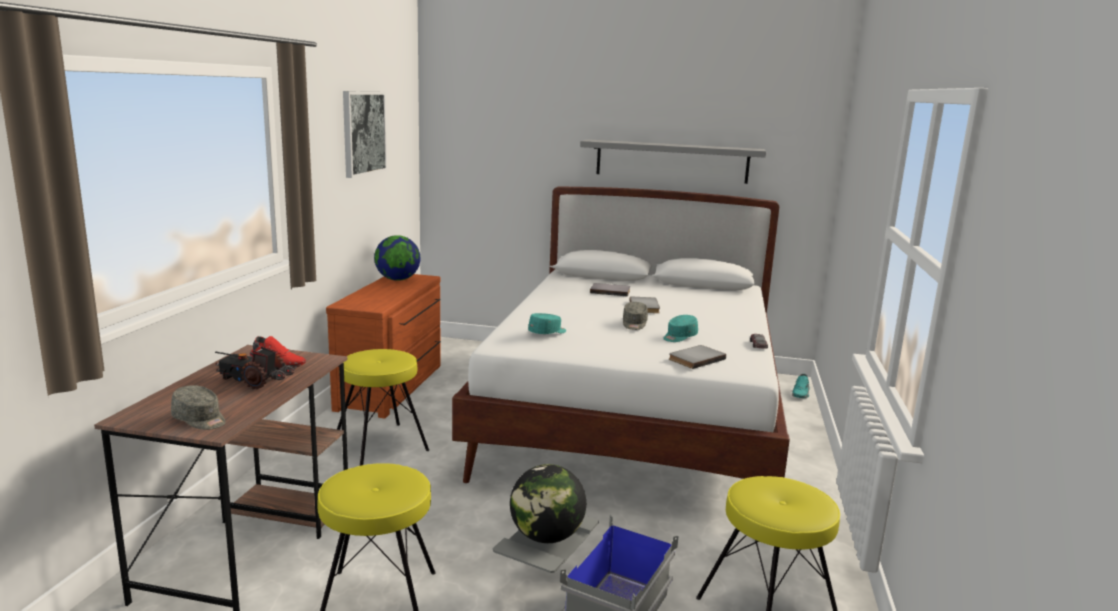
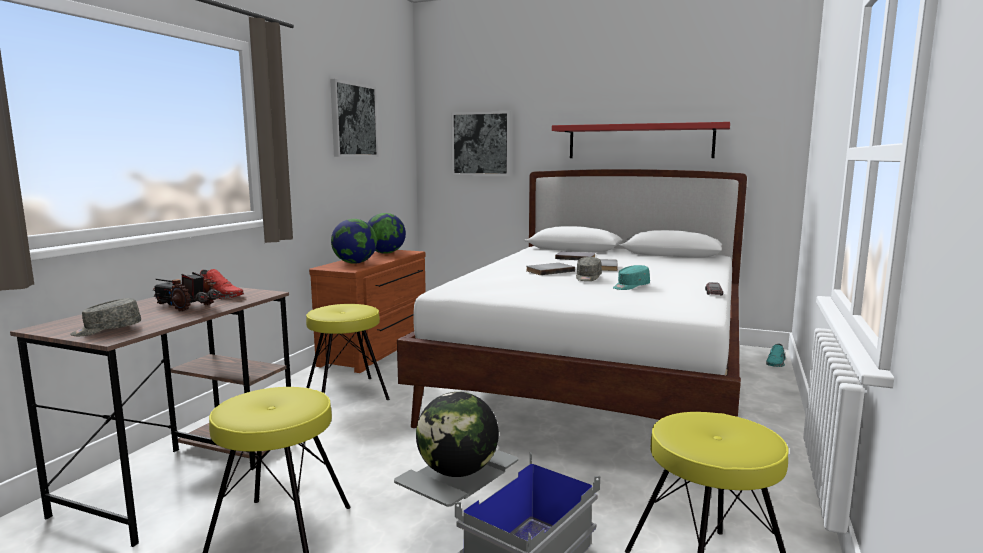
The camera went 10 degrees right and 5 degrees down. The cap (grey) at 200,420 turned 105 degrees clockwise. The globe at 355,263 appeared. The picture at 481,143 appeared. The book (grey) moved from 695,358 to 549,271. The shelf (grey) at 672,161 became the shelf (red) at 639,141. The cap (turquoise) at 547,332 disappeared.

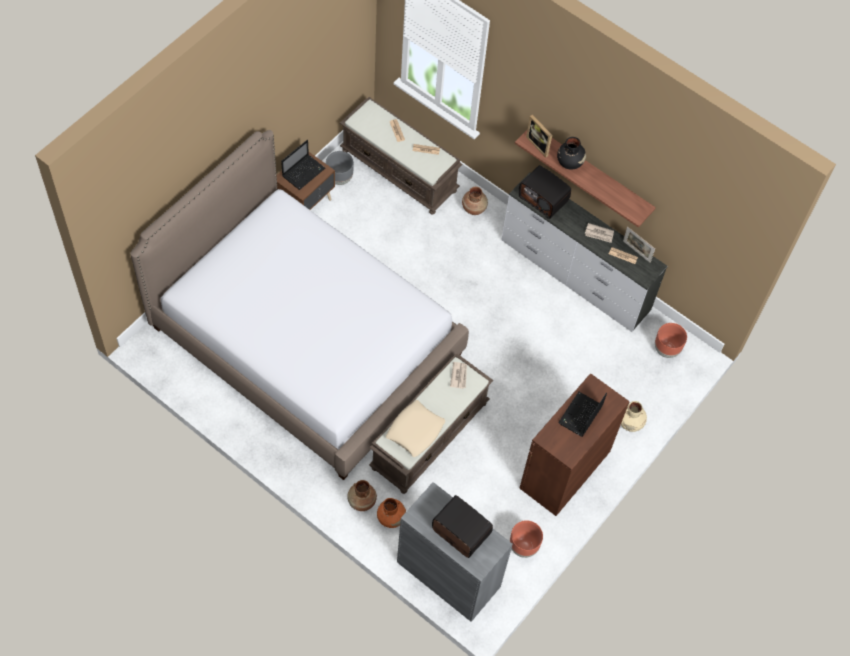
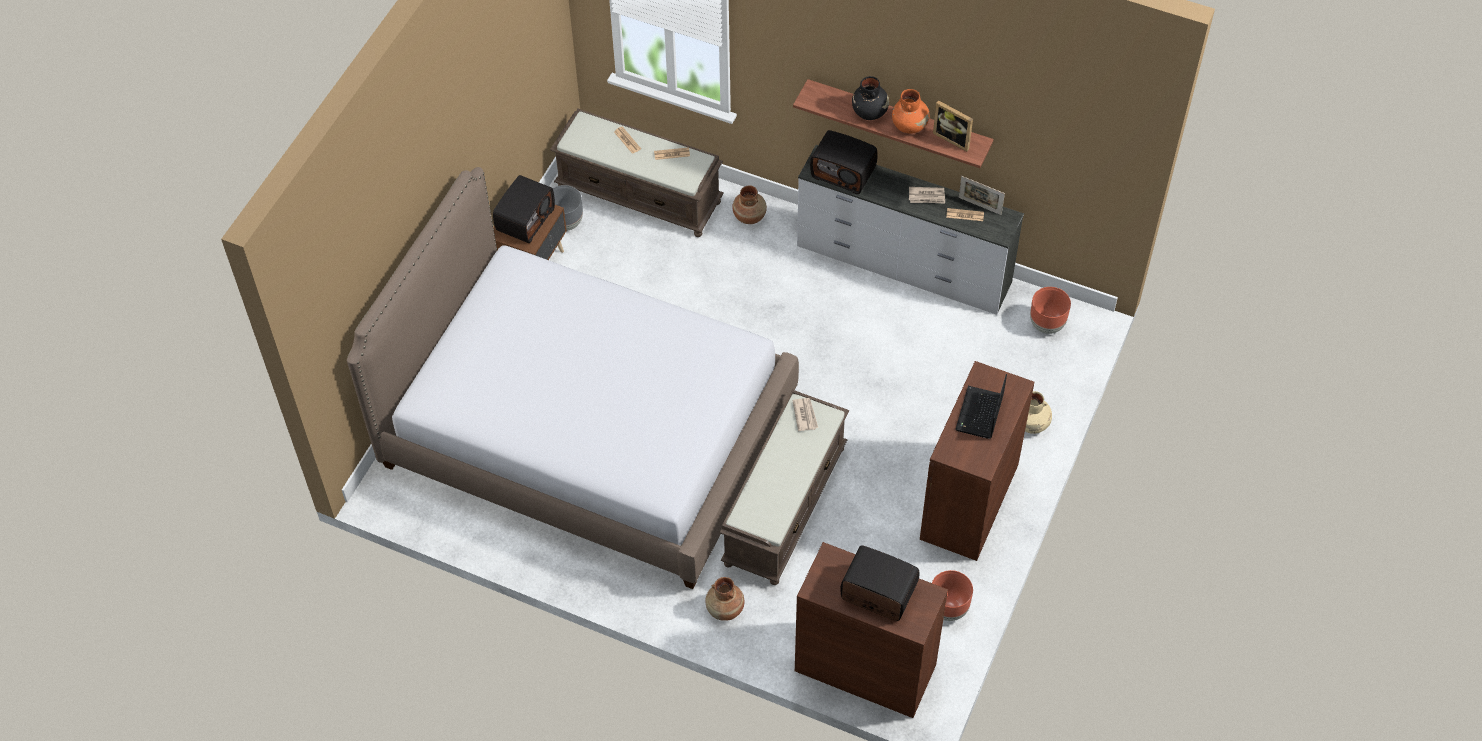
The camera went 10 degrees left and 5 degrees down. The laptop at 304,172 was replaced by the radio at 524,219. The cabinet (grey) at 448,574 became the cabinet (brown) at 865,668. The vase (orange) moved from 391,517 to 910,125. The picture frame moved from 539,144 to 953,138. The pillow (beige) at 415,430 disappeared.

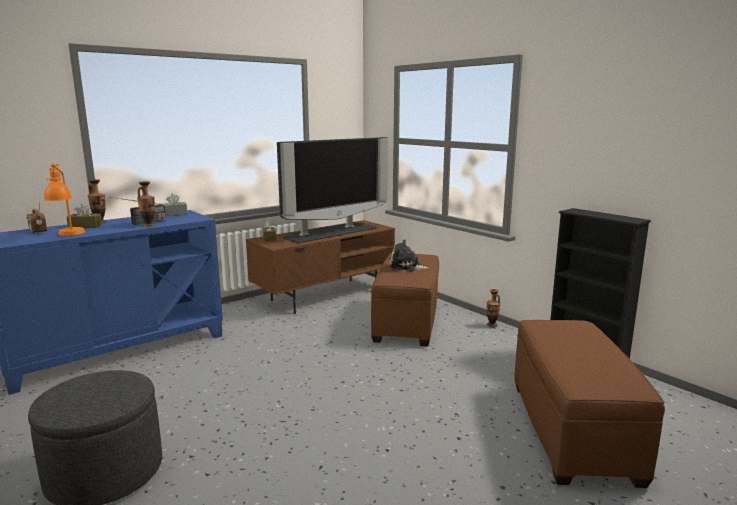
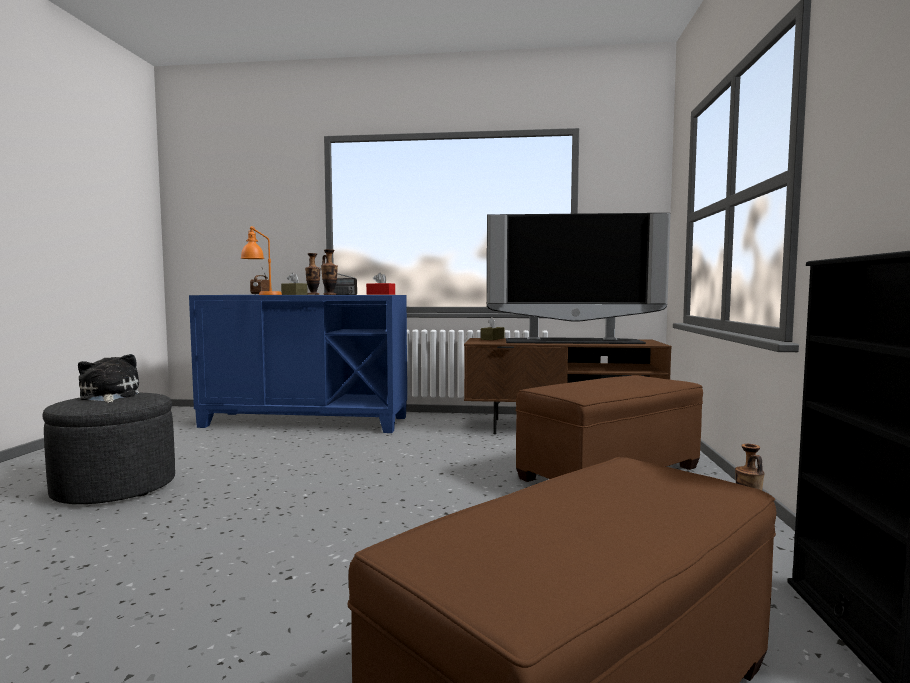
The camera went 45 degrees right and 10 degrees down. The plush toy moved from 406,267 to 109,396. The tissue box (grey) at 174,214 became the tissue box (red) at 380,294.

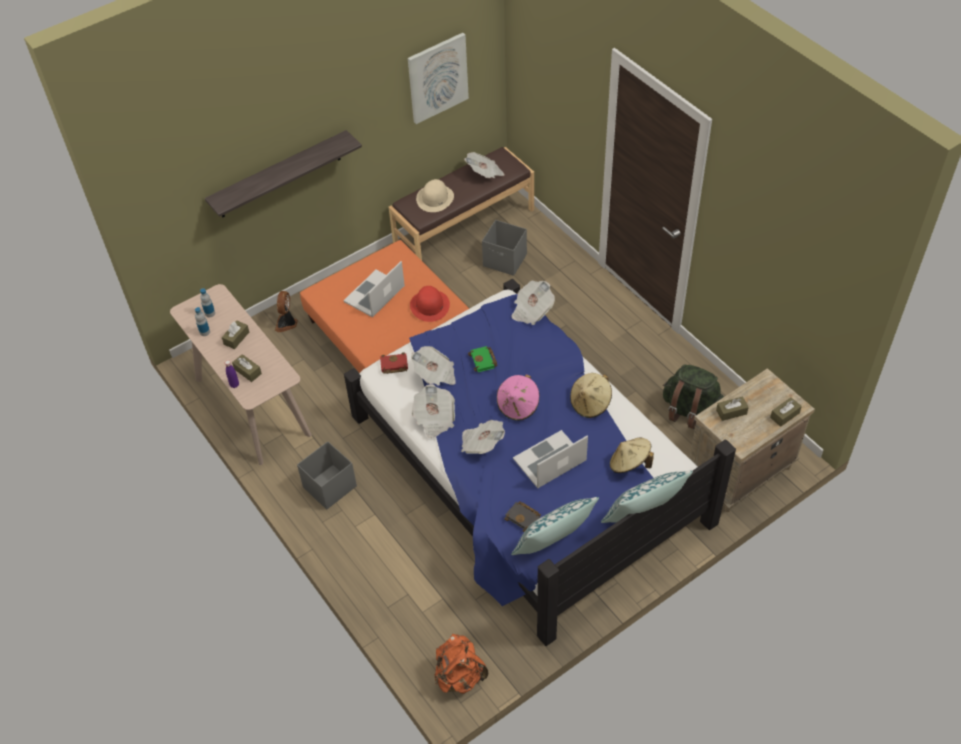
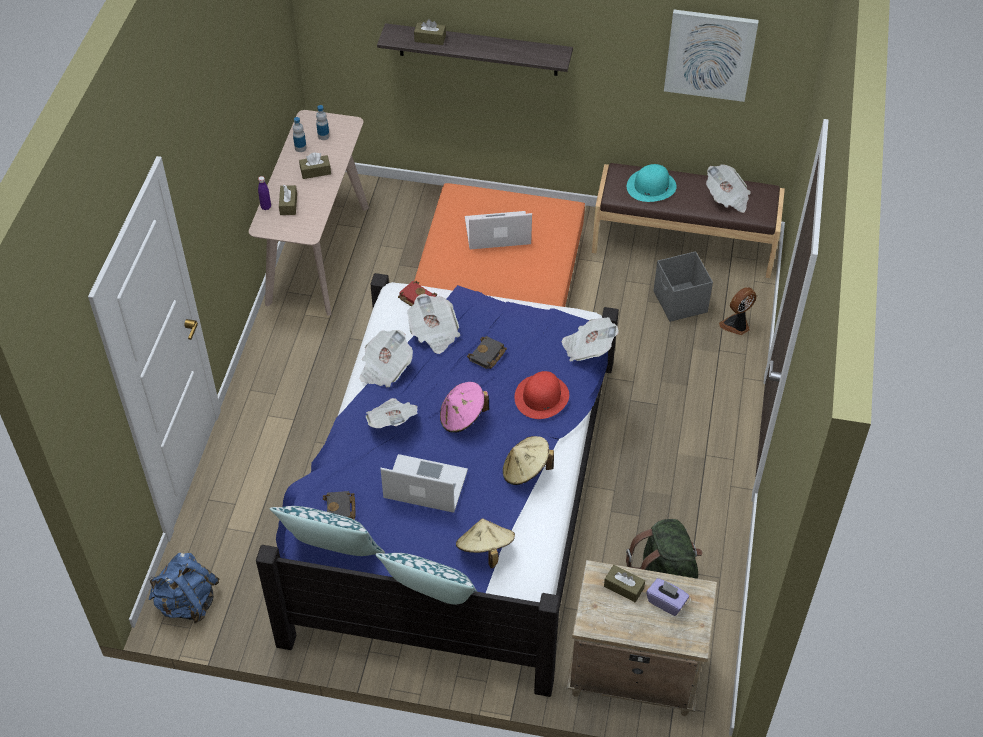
The camera went 45 degrees right and 0 degrees up. The backpack (orange) at 459,675 became the backpack (blue) at 187,602. The tissue box (brown) moved from 784,415 to 430,38. The book (green) at 484,361 became the book (black) at 487,356. The hat (red) moved from 430,305 to 541,397. The hat (beige) at 435,198 became the hat (turquoise) at 651,186. The tissue box (purple) at 666,602 appeared. The fan moved from 287,323 to 736,325. The storage box (grey) at 329,487 disappeared.

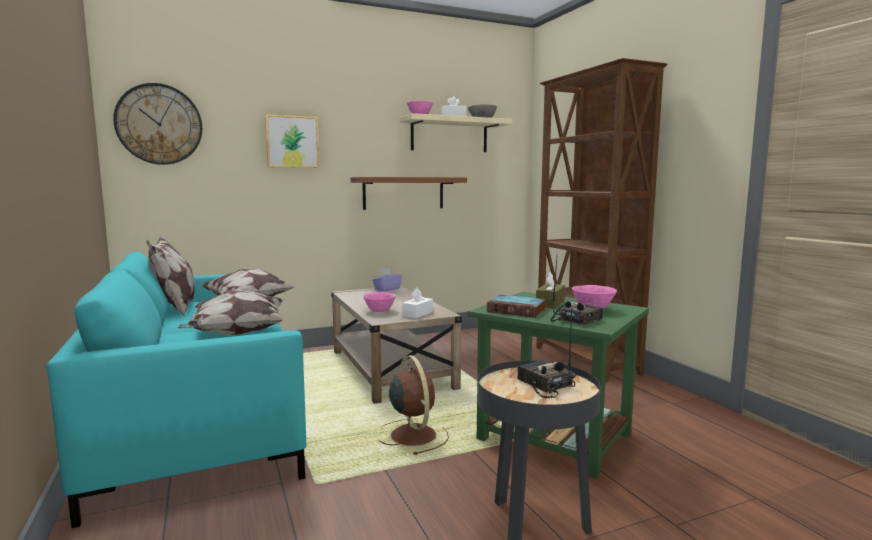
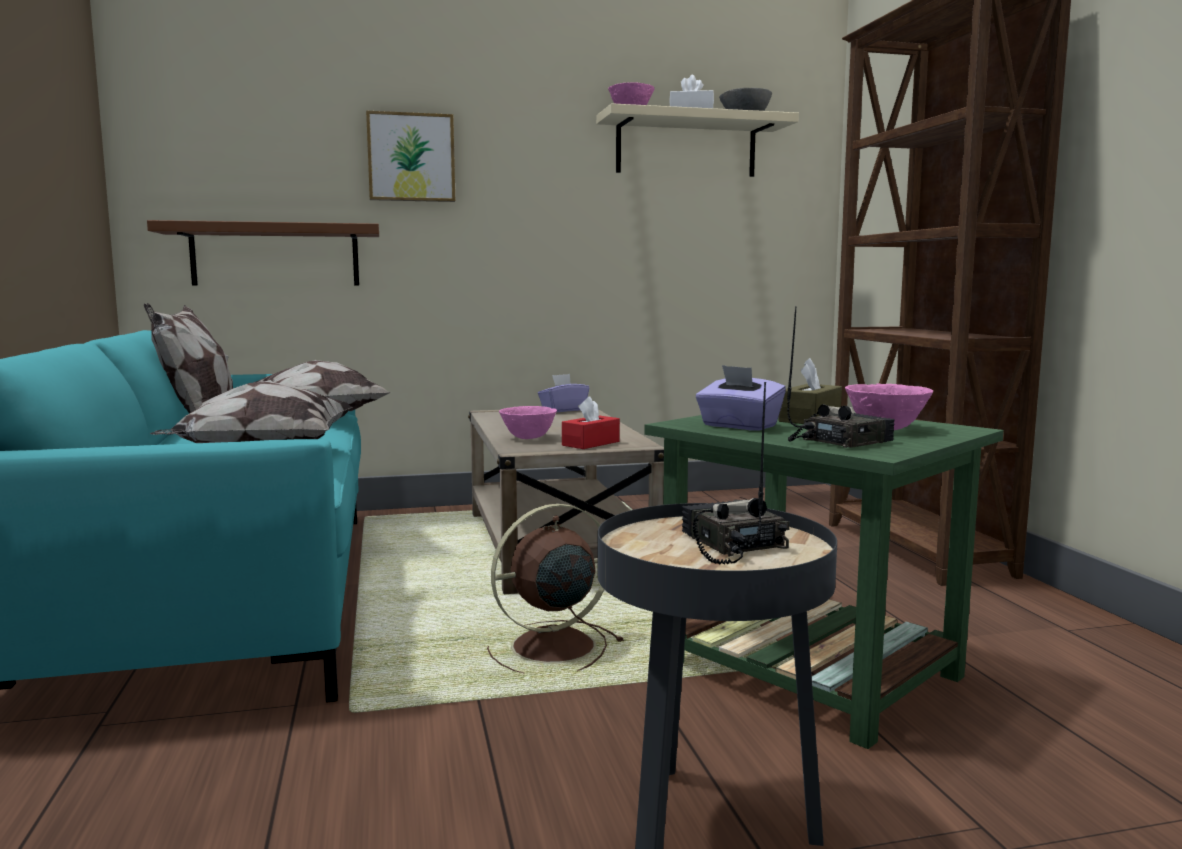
The camera went 10 degrees right and 0 degrees up. The shelf (brown) moved from 403,193 to 275,255. The fan (brown) at 412,435 turned 105 degrees counterclockwise. The tissue box (white) at 417,314 became the tissue box (red) at 591,443. The book at 518,310 was replaced by the tissue box (purple) at 738,426. The wall clock at 159,124 disappeared.

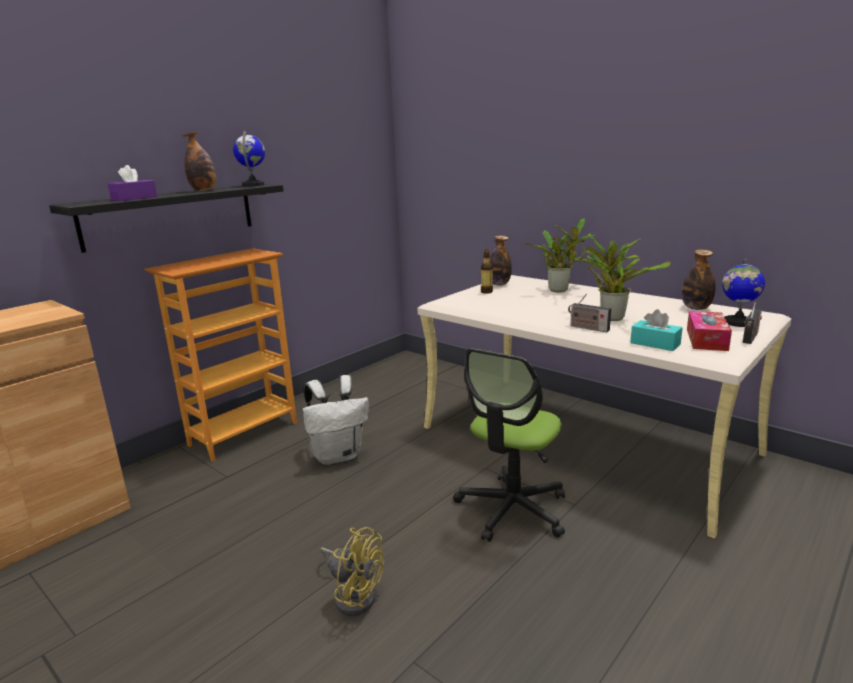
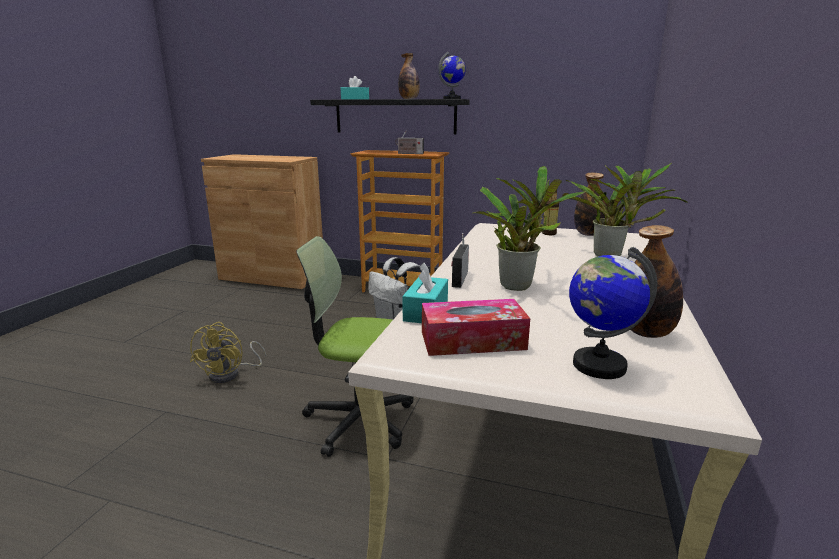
The camera went 65 degrees right and 0 degrees up. The tissue box (purple) at 134,198 became the tissue box (turquoise) at 355,99. The radio moved from 750,338 to 409,153.

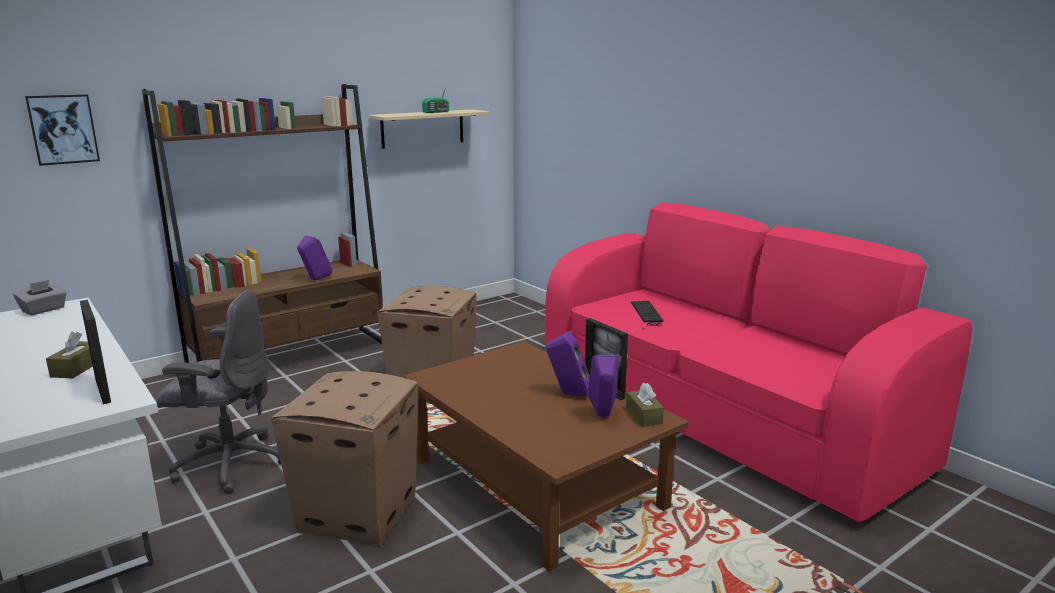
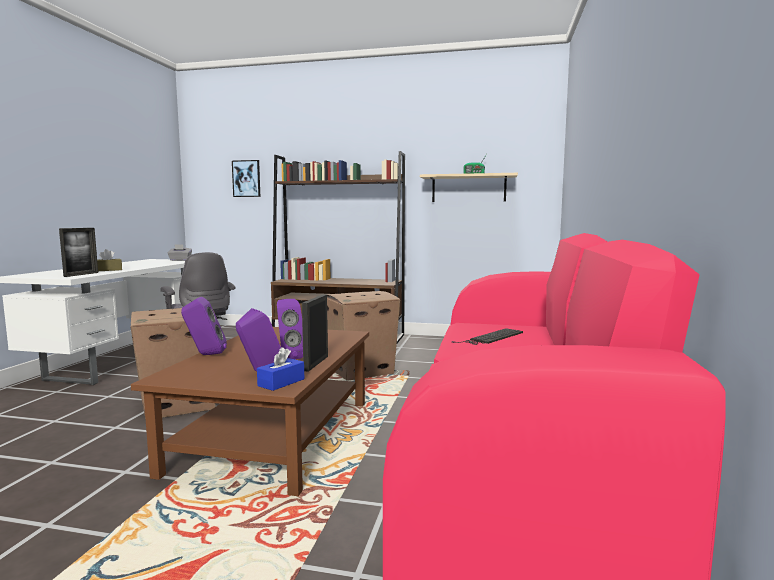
The camera went 50 degrees right and 10 degrees down. The speaker (purple) moved from 315,280 to 205,354. The tissue box (brown) at 643,416 became the tissue box (blue) at 281,382.

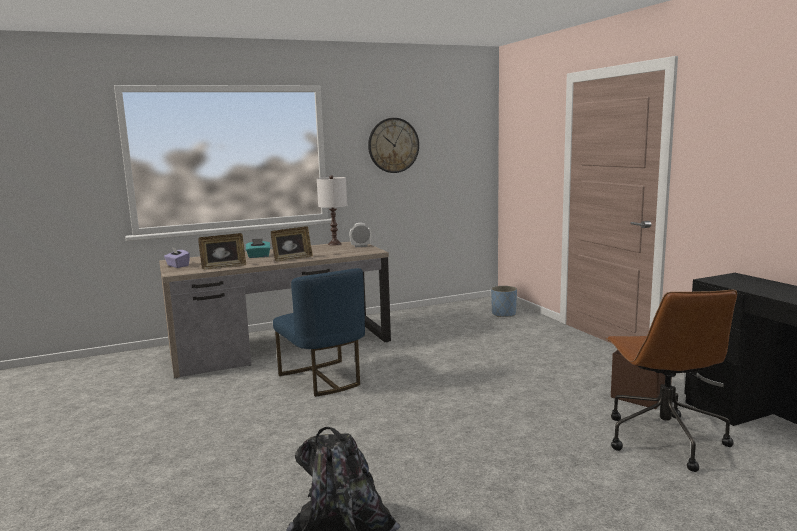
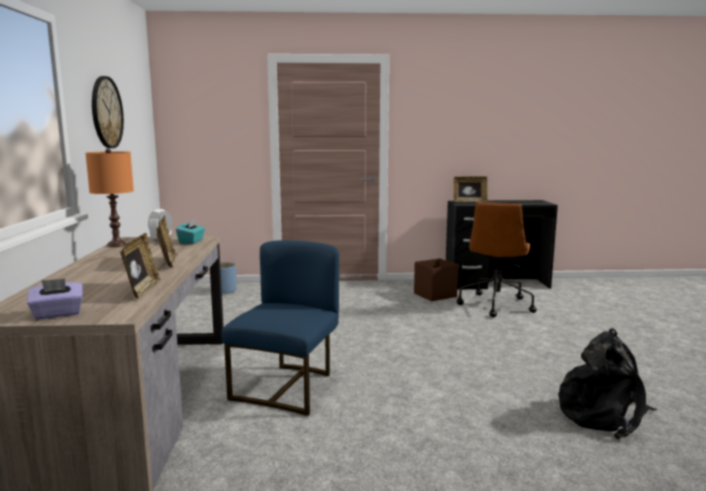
The camera went 70 degrees left and 0 degrees up. The table lamp (white) at 335,244 became the table lamp (orange) at 116,245. The tissue box (turquoise) moved from 258,256 to 191,241. The chair (blue) at 323,379 turned 60 degrees counterclockwise. The picture frame at 469,202 appeared. The office chair (brown) at 662,438 turned 90 degrees clockwise.

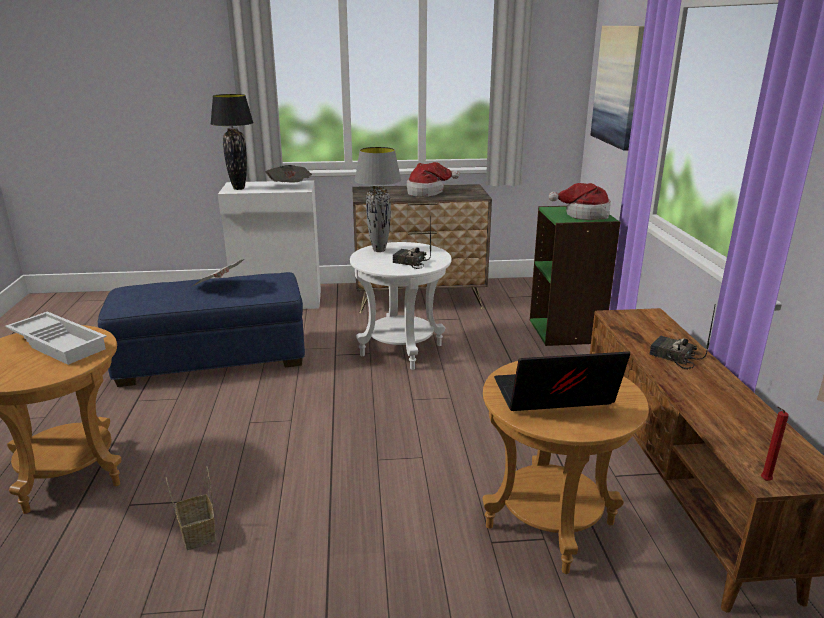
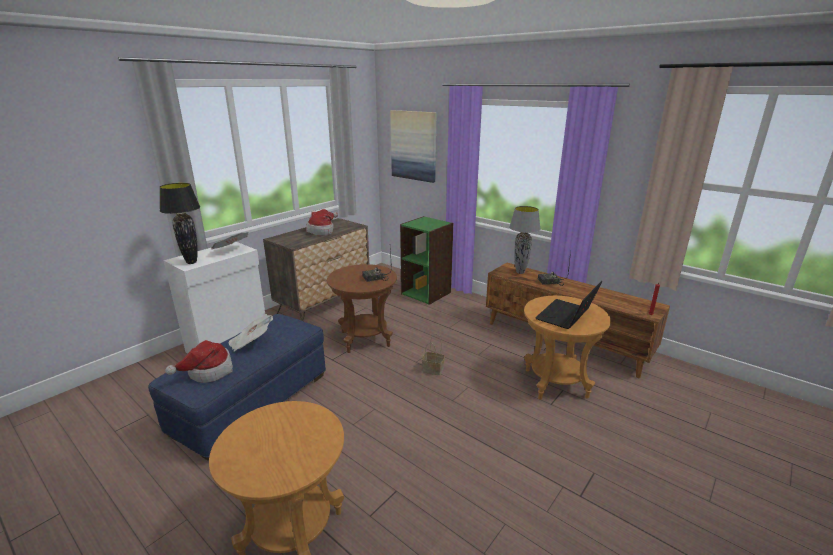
The camera went 45 degrees left and 0 degrees up. The hat moved from 584,215 to 208,372. The side table (white) at 401,350 became the side table (brown) at 365,339. The basket moved from 197,533 to 432,369. The table lamp (grey) moved from 379,250 to 520,272. The tray (white) at 60,343 disappeared.

